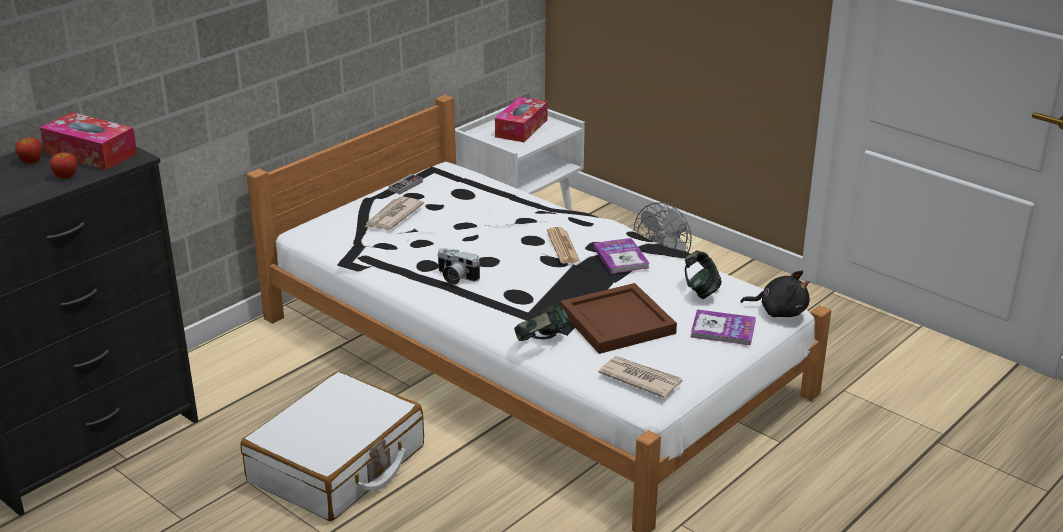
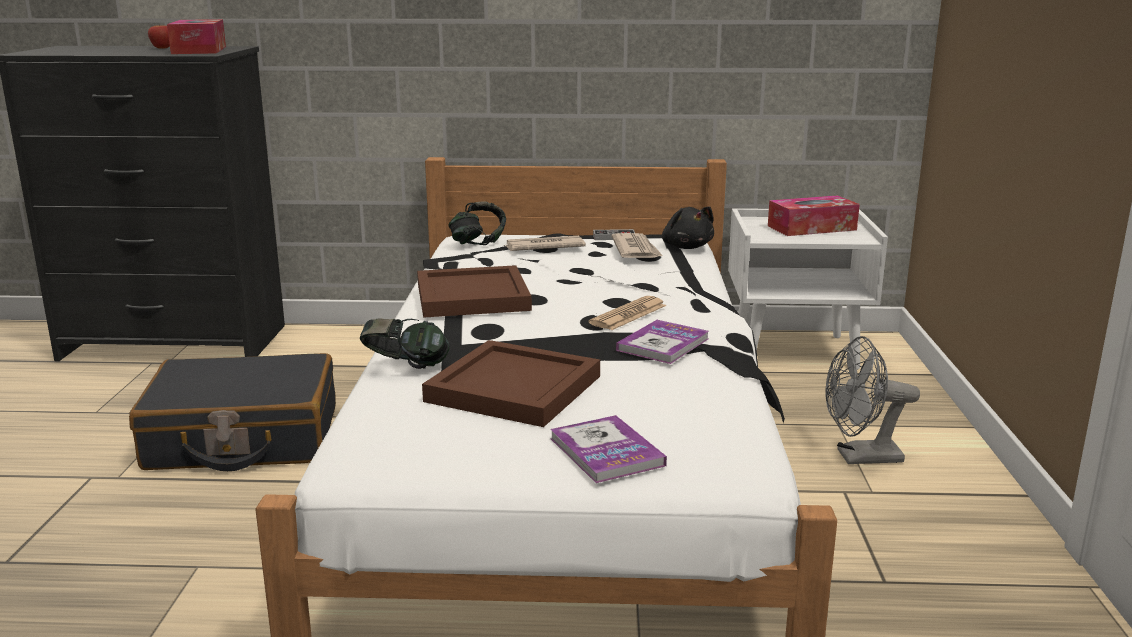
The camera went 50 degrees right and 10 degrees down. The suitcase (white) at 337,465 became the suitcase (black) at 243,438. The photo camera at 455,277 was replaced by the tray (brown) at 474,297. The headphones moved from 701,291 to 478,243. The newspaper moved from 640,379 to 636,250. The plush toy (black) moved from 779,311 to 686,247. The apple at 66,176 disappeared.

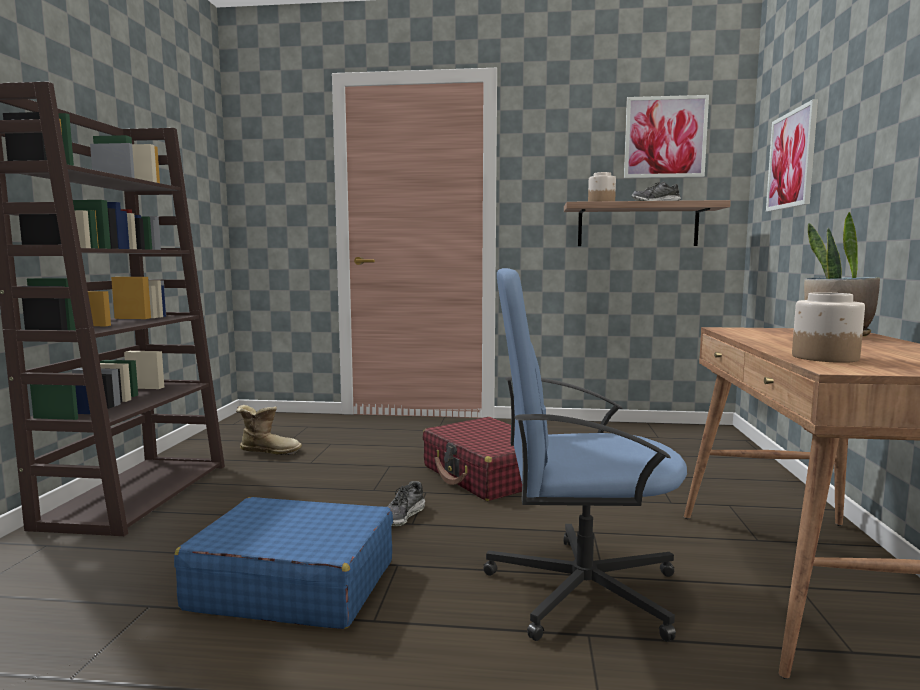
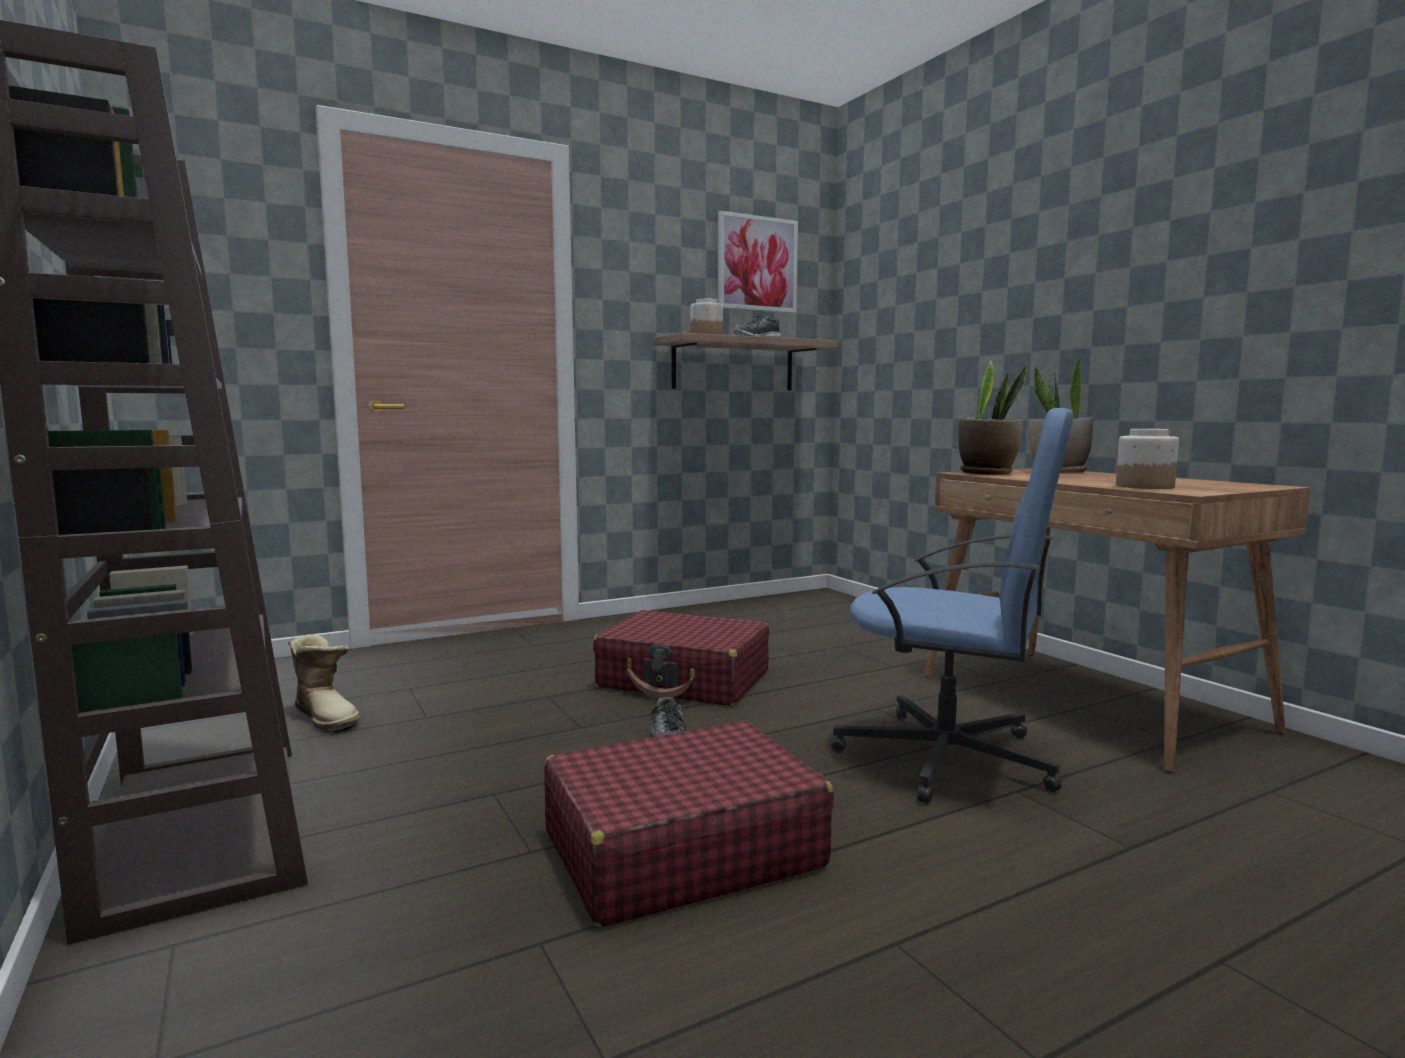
The camera went 35 degrees left and 0 degrees up. The boot at 269,451 turned 75 degrees clockwise. The suitcase (blue) at 292,584 became the suitcase (red) at 681,850. The office chair (blue) at 579,589 turned 120 degrees counterclockwise. The potted plant at 987,473 appeared. The picture at 792,160 disappeared.

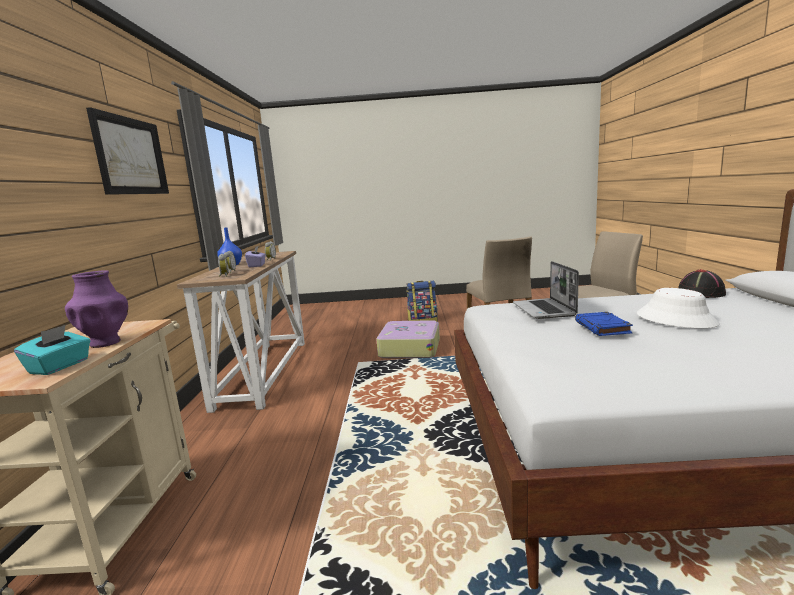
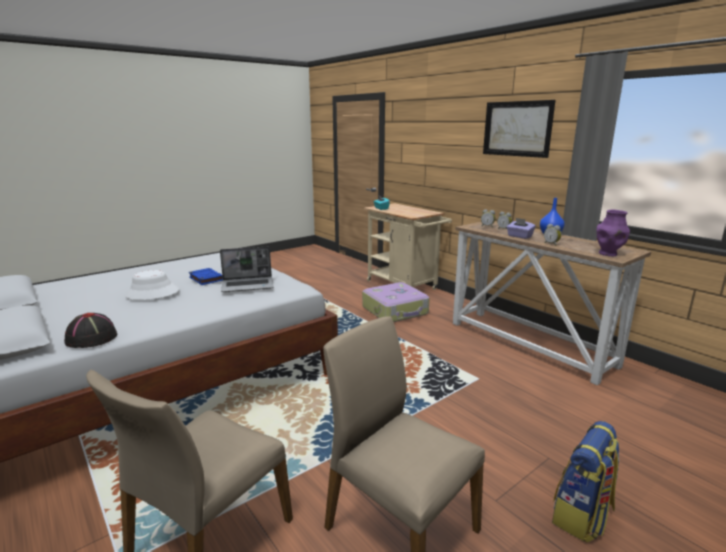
The camera went 140 degrees right and 5 degrees up. The laptop at 544,310 turned 120 degrees clockwise. The suitcase moved from 409,348 to 395,311. The vase (purple) moved from 106,342 to 608,254.

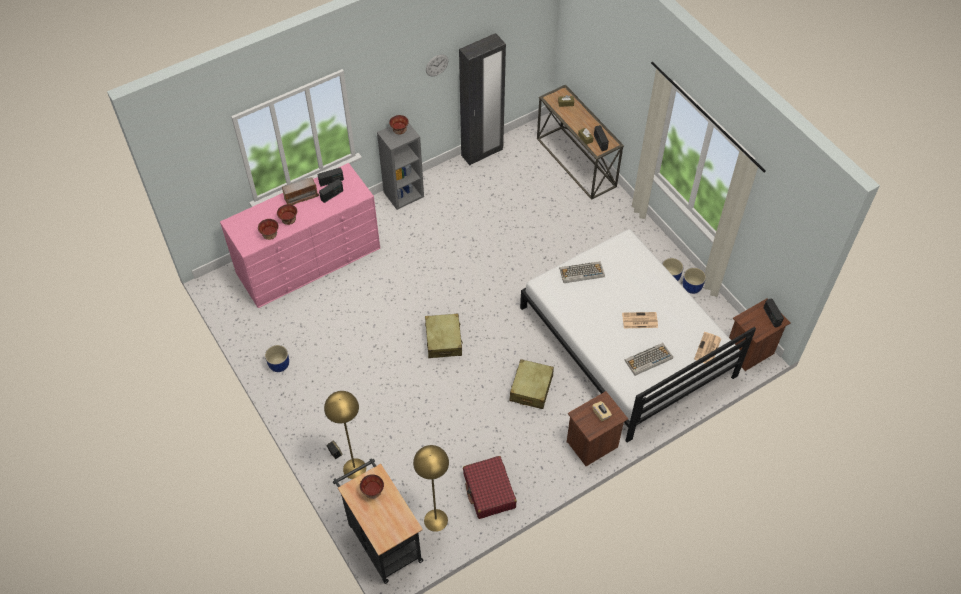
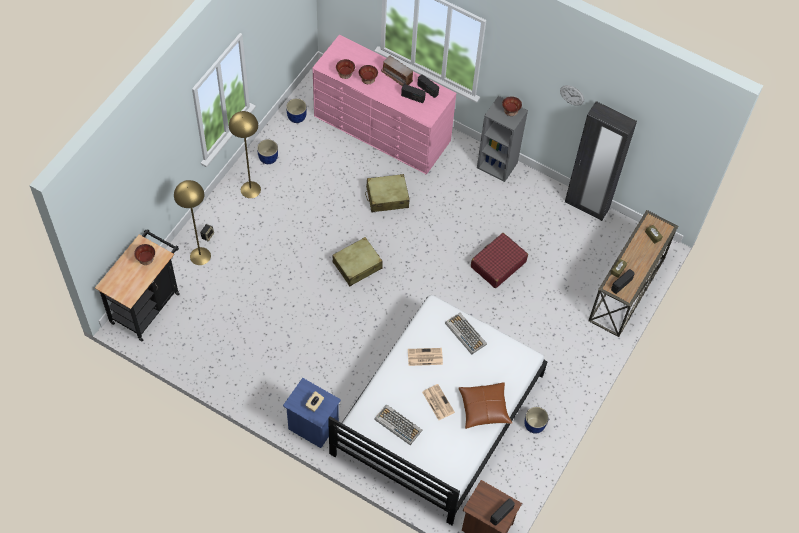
The camera went 60 degrees right and 5 degrees up. The floor lamp (yellow) moved from 435,520 to 250,189. The nightstand (brown) at 593,445 became the nightstand (blue) at 312,427. The planter (blue) moved from 691,287 to 297,116. The suitcase (beige) moved from 531,388 to 387,197. The newspaper moved from 707,349 to 424,357. The pillow (brown) at 484,408 appeared. The suitcase (red) moved from 489,491 to 498,264.

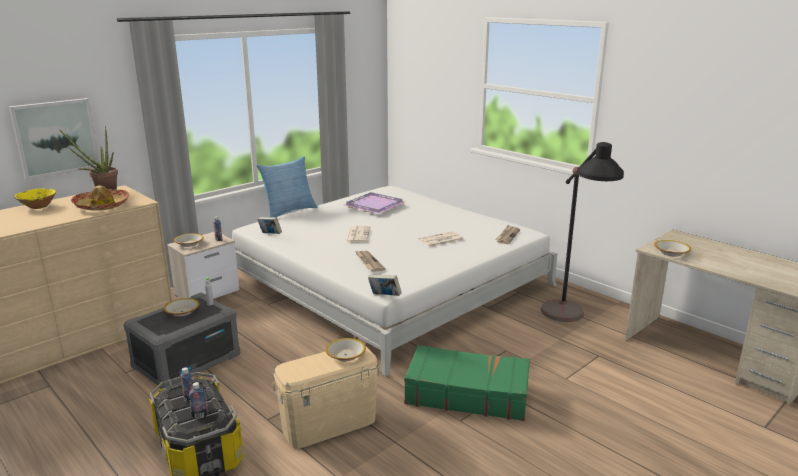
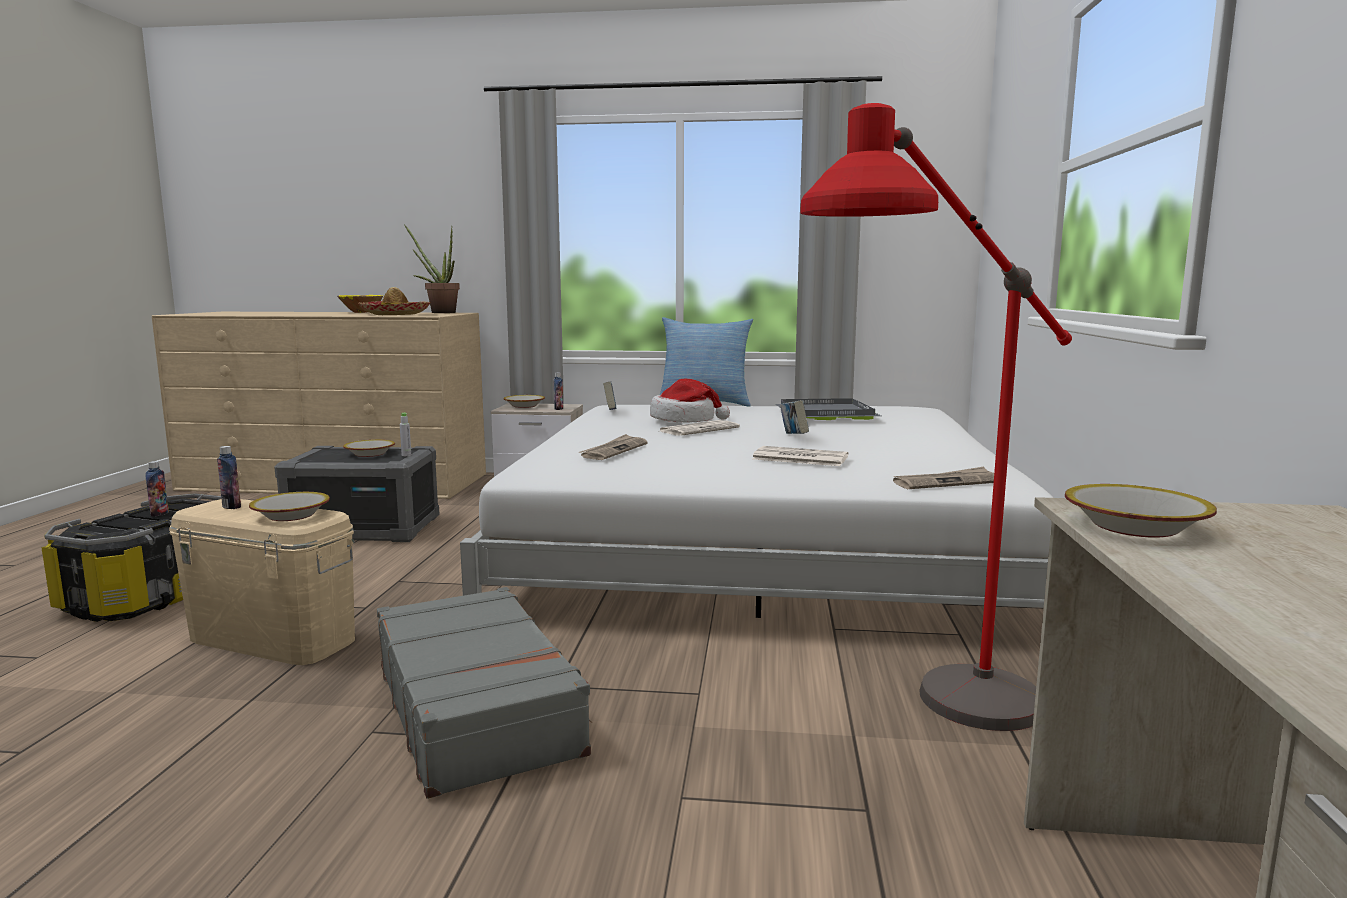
The camera went 50 degrees right and 10 degrees down. The bottle moved from 200,415 to 231,507. The suitcase (green) at 467,393 became the suitcase (grey) at 478,708. The hat at 684,420 appeared. The tray (purple) at 375,205 became the tray (grey) at 828,414. The book moved from 384,296 to 793,437. The floor lamp (black) at 568,326 became the floor lamp (red) at 930,727. The picture at 56,137 disappeared.

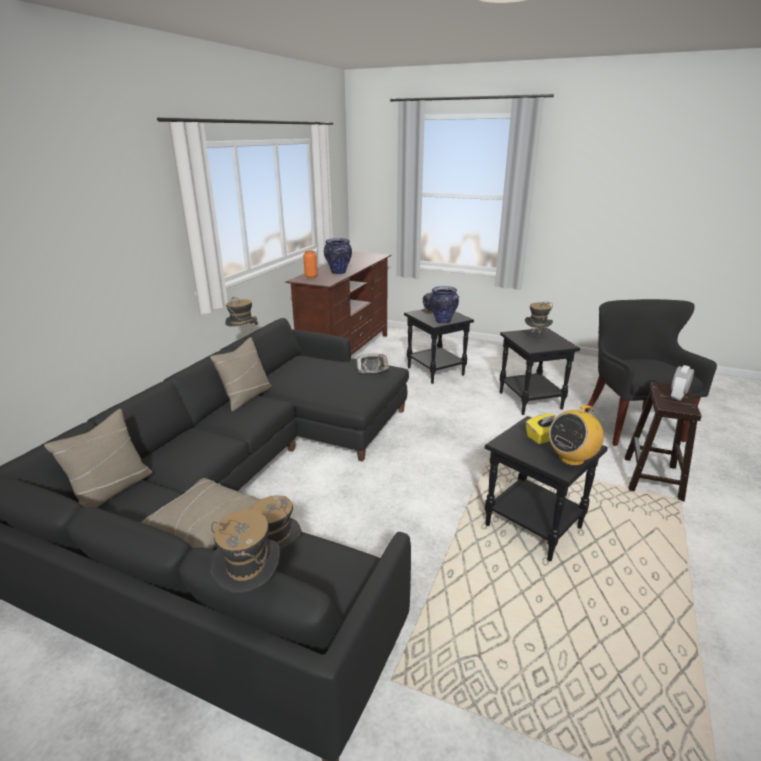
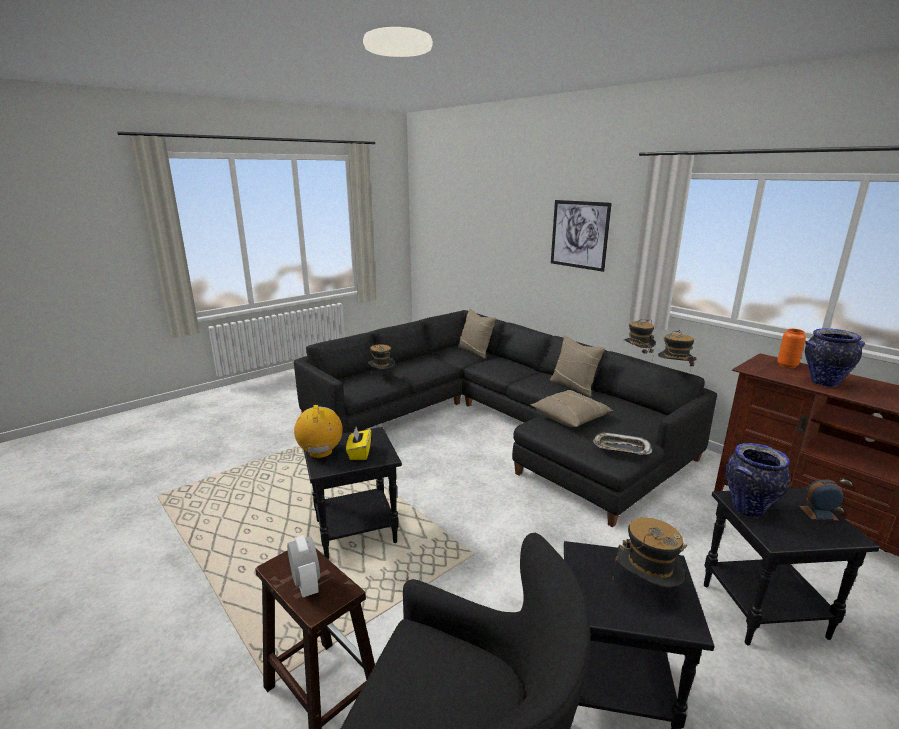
The camera went 115 degrees right and 5 degrees down. The pillow (beige) moved from 205,526 to 570,417. The picture at 579,234 appeared. The hat moved from 250,589 to 673,372.

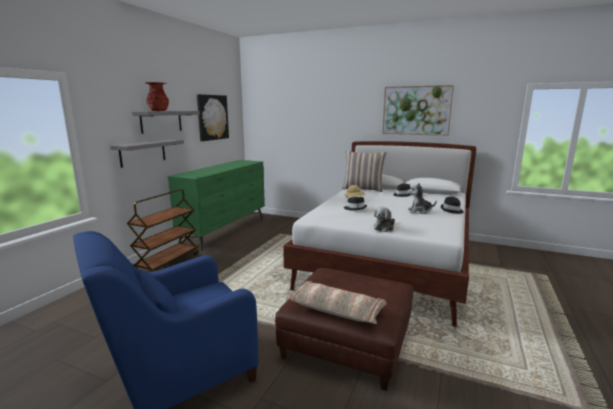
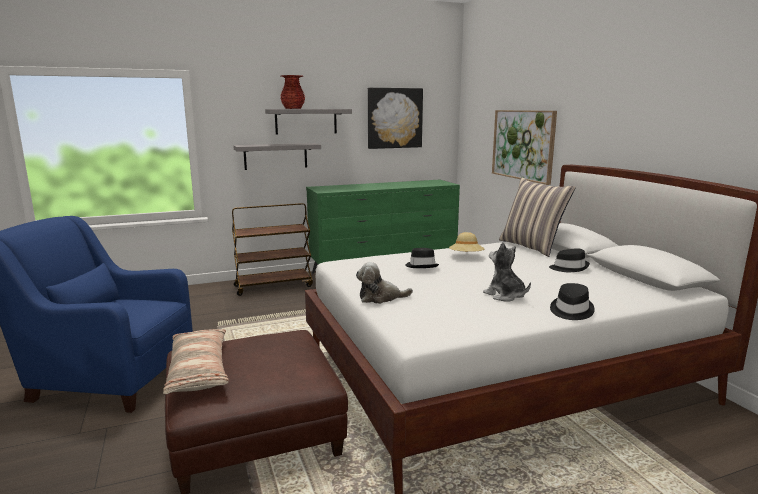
The camera went 45 degrees right and 0 degrees up. The picture moved from 416,110 to 523,145.

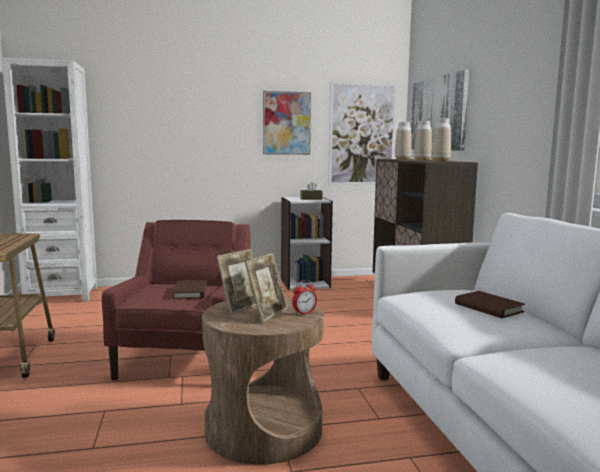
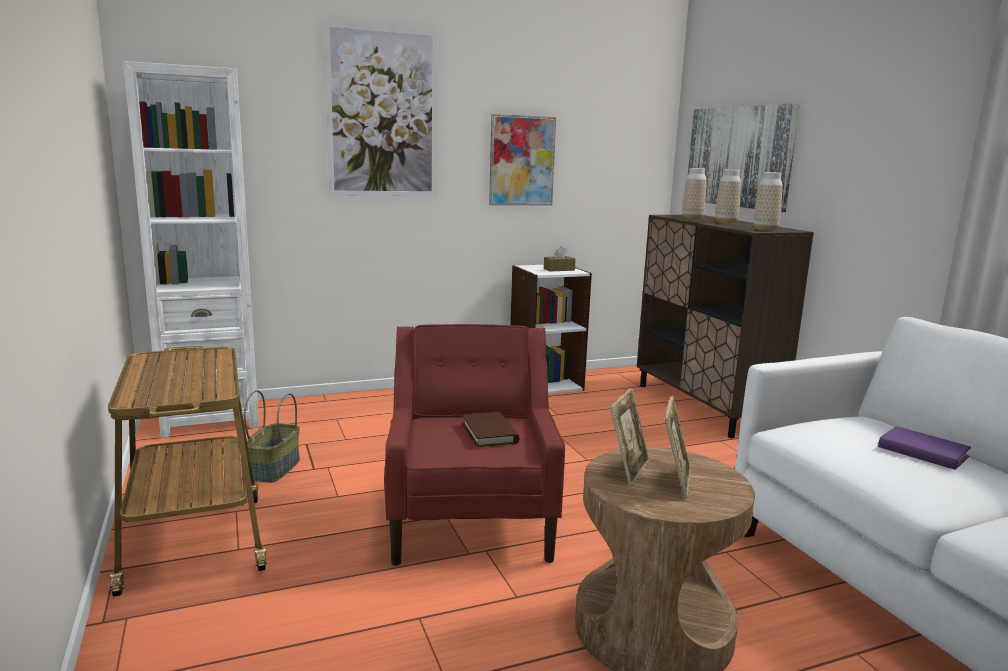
The camera went 10 degrees left and 5 degrees up. The basket at 274,468 appeared. The picture moved from 362,134 to 382,113. The book (brown) at 488,308 became the book (purple) at 922,452. The alarm clock at 304,313 disappeared.

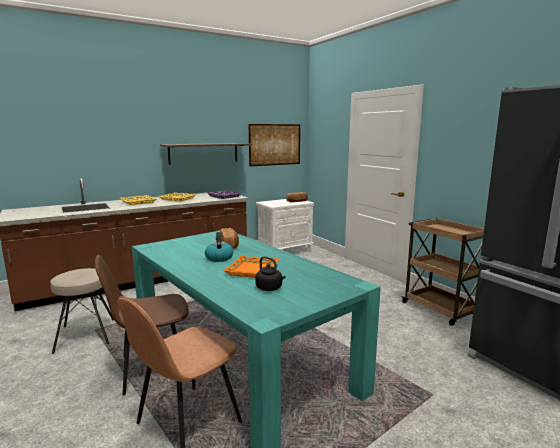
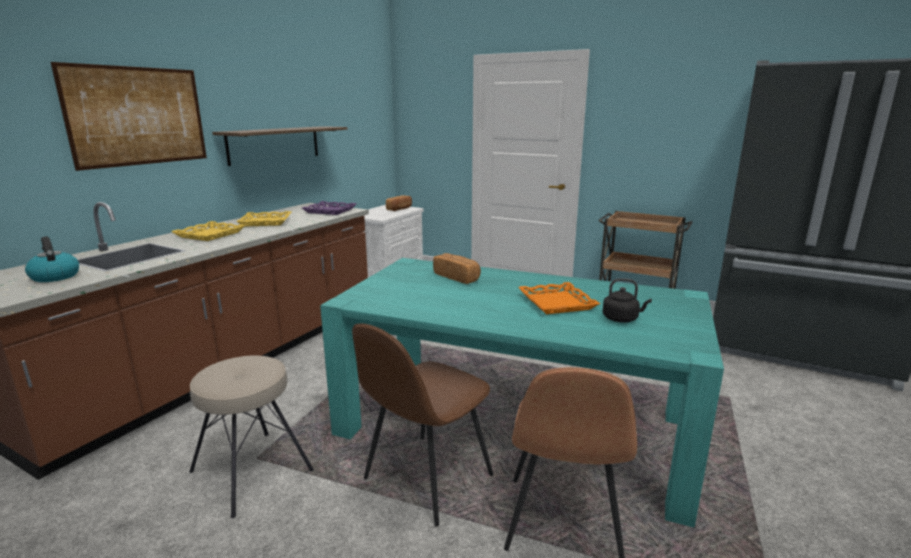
The camera went 30 degrees left and 5 degrees up. The kettle moved from 219,258 to 54,276. The picture moved from 275,144 to 138,116.

